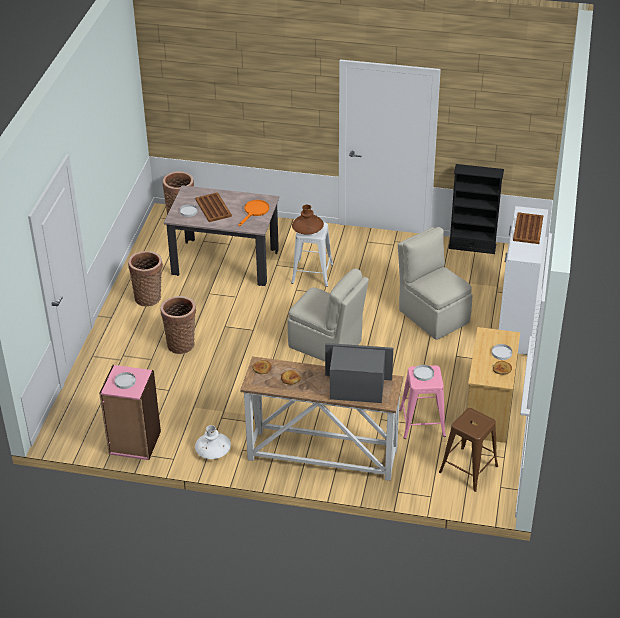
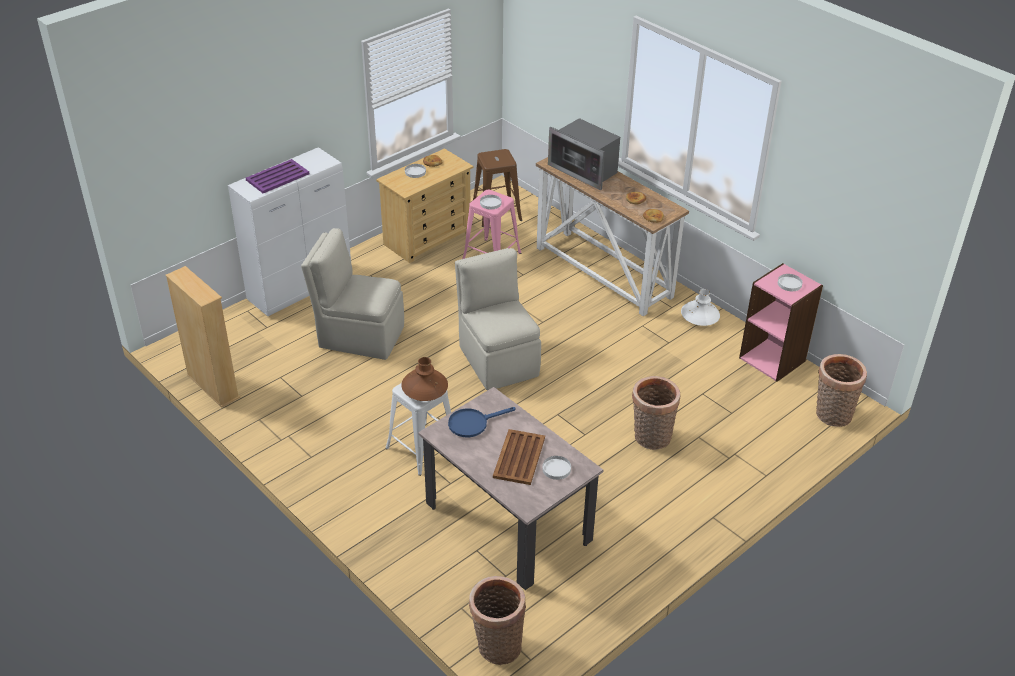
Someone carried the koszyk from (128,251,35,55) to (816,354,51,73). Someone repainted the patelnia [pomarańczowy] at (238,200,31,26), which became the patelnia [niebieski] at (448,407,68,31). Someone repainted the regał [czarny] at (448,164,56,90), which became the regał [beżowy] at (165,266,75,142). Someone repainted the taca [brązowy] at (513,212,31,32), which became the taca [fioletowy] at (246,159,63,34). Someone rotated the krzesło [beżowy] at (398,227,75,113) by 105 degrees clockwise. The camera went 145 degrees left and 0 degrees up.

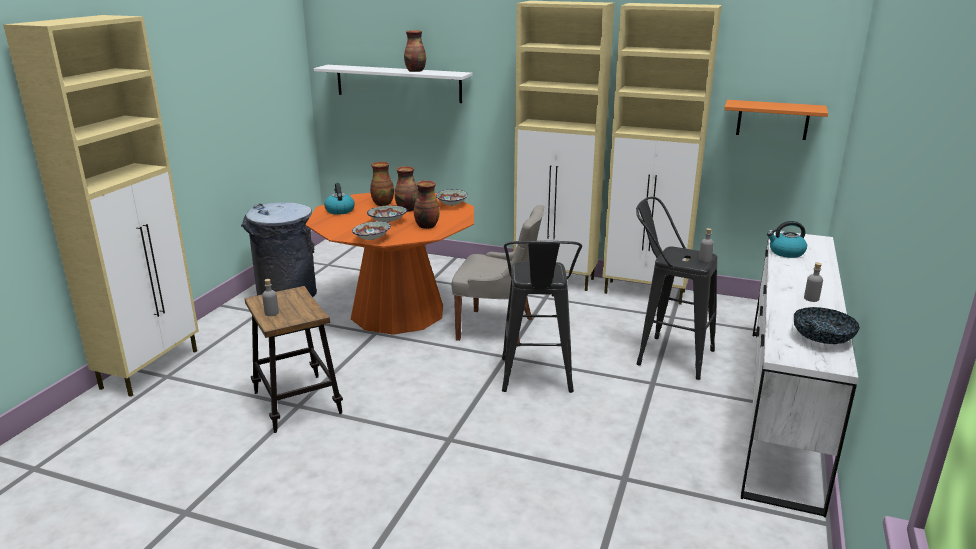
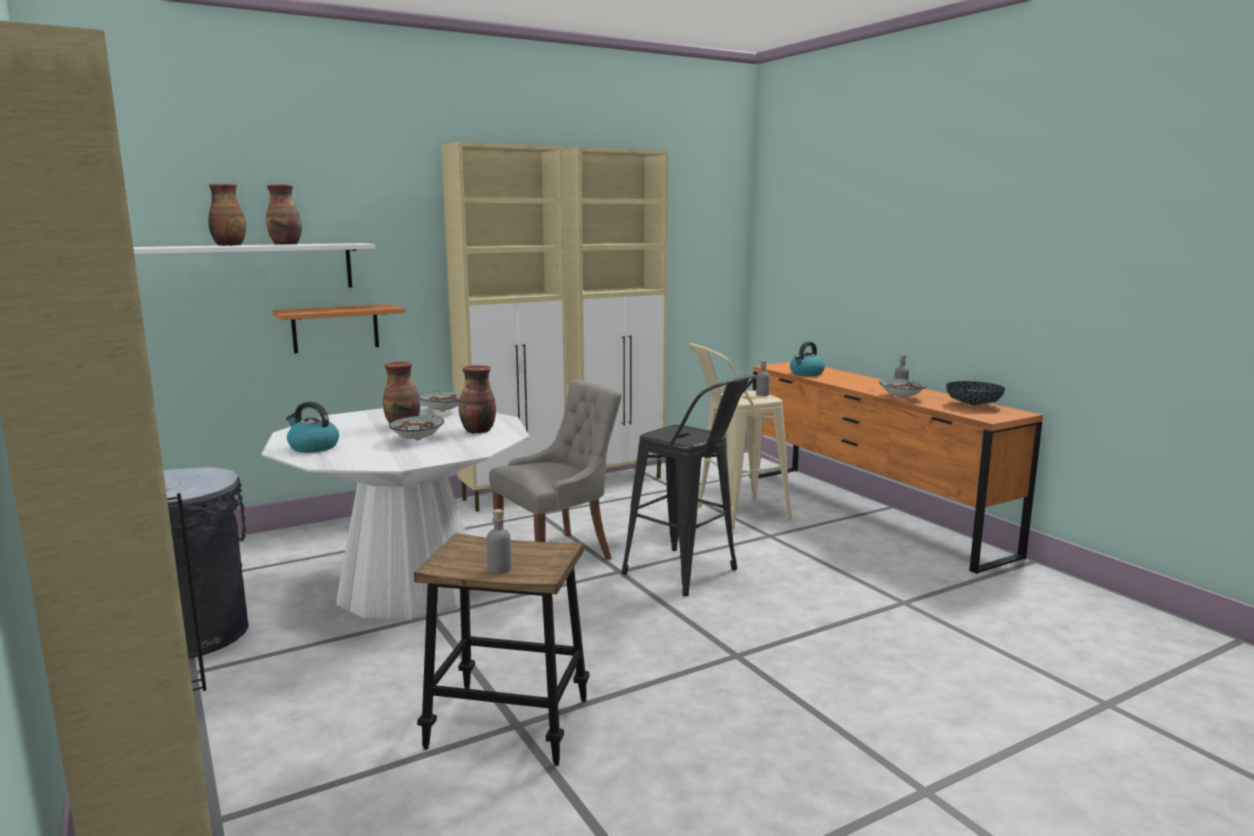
Someone carried the miska from (352,221,39,19) to (879,379,48,19). Someone carried the wazon from (370,162,24,44) to (208,184,38,62). Someone carried the półka [pomarańczowy] from (724,100,104,40) to (272,304,133,50). Someone repainted the stół jadalny [pomarańczowy] at (305,190,169,145), which became the stół jadalny [biały] at (261,406,269,213). Someone repainted the stołek [czarny] at (636,197,82,183), which became the stołek [beżowy] at (689,343,103,186). Someone repainted the komoda [biały] at (741,230,117,287), which became the komoda [pomarańczowy] at (753,362,290,212). The camera went 50 degrees left and 10 degrees down.

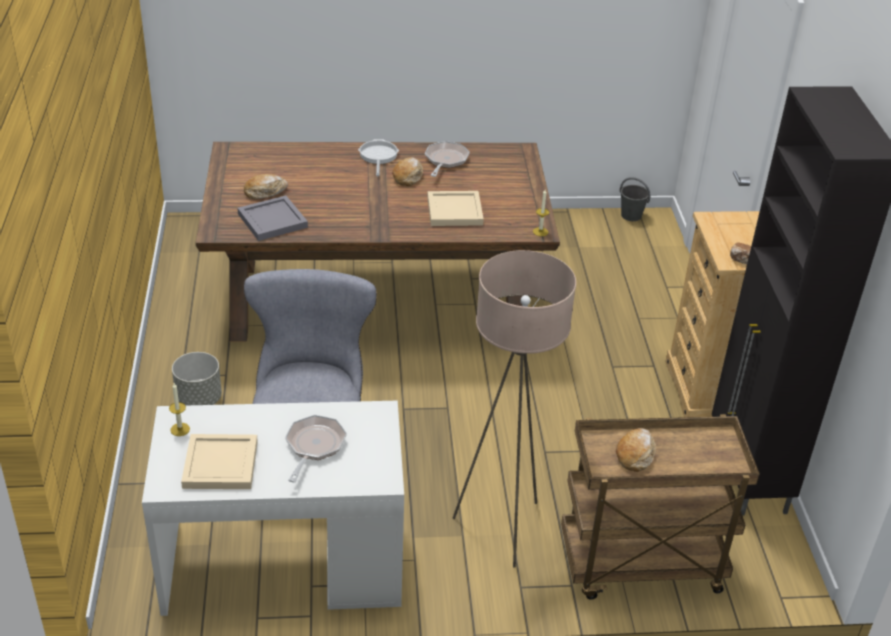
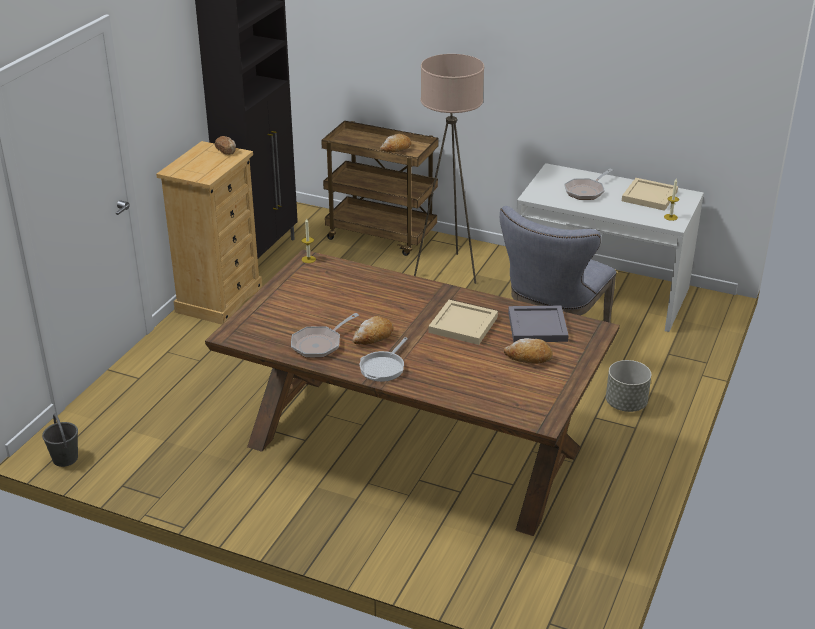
Someone carried the taca [beżowy] from (427,191,57,35) to (428,300,70,45). The camera went 150 degrees left and 5 degrees down.

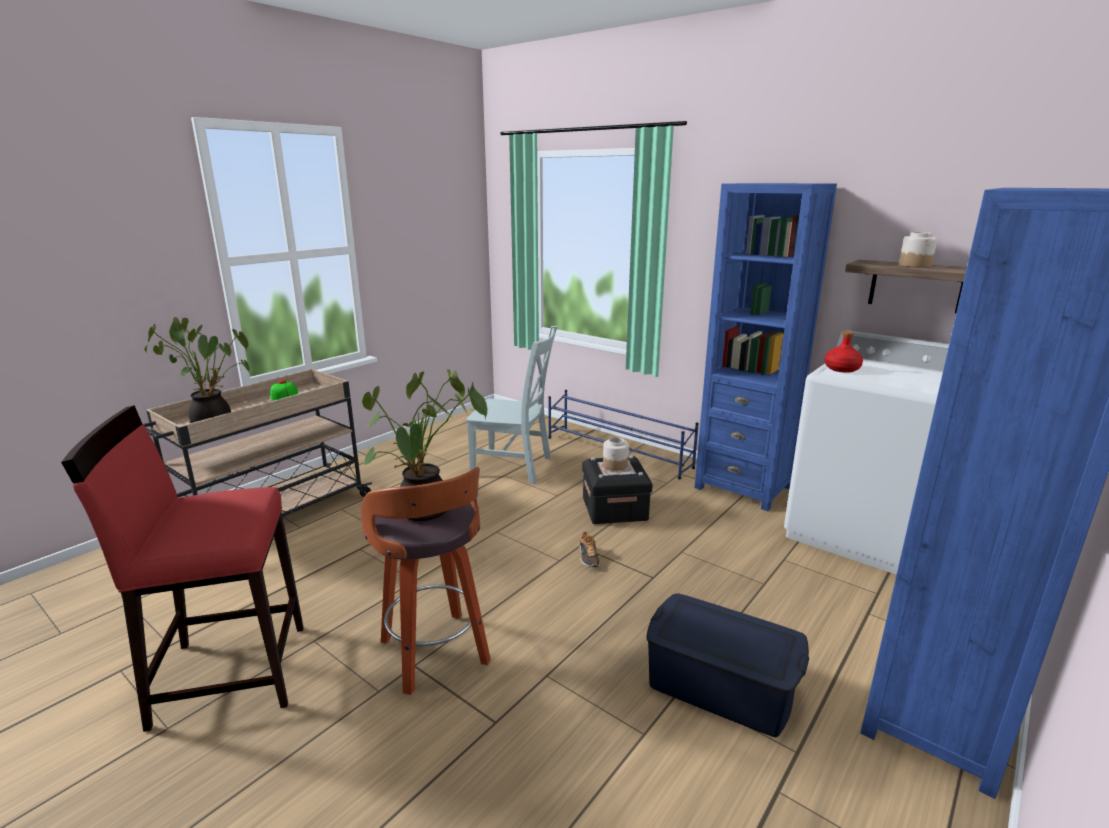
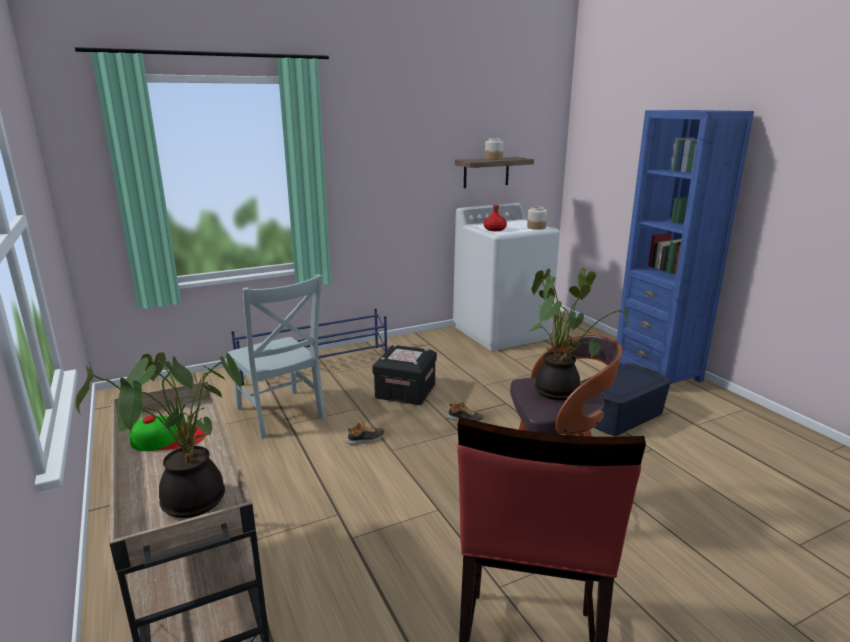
Someone took away the regał [niebieski] at (695,183,142,328). Someone put down the but at (346,422,39,23). Someone carried the słoik from (603,437,26,34) to (527,206,20,24). Someone rotated the krzesło [szary] at (466,326,91,158) by 105 degrees clockwise. The camera went 65 degrees left and 0 degrees up.

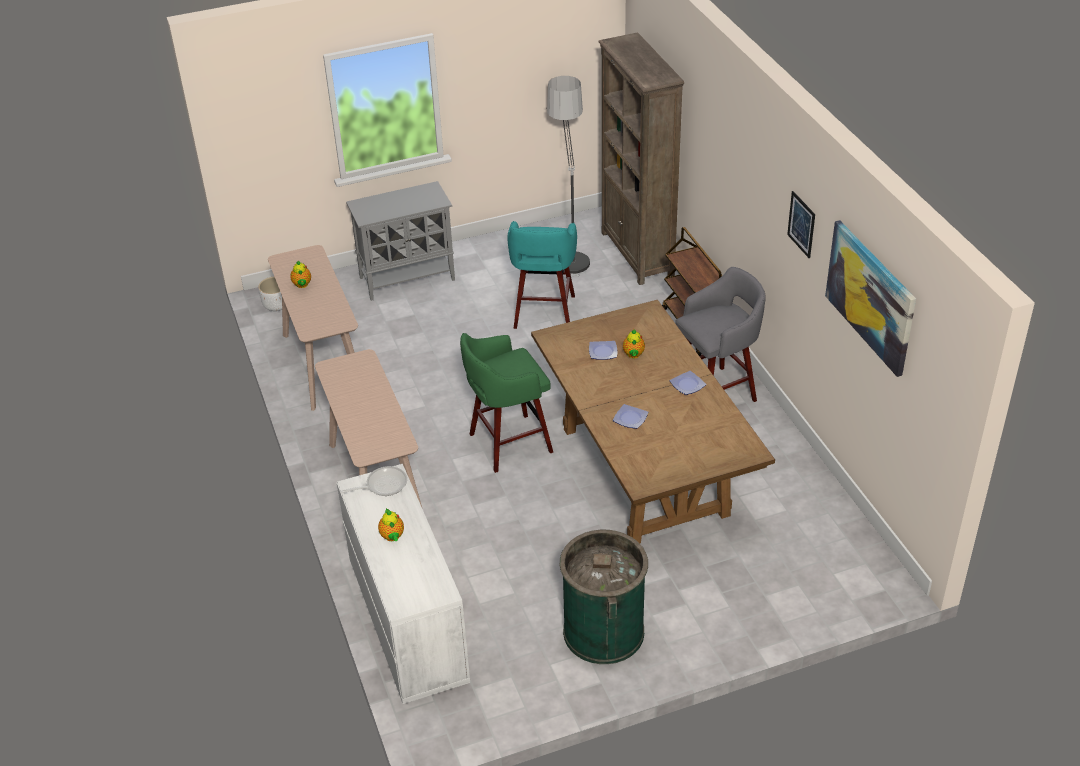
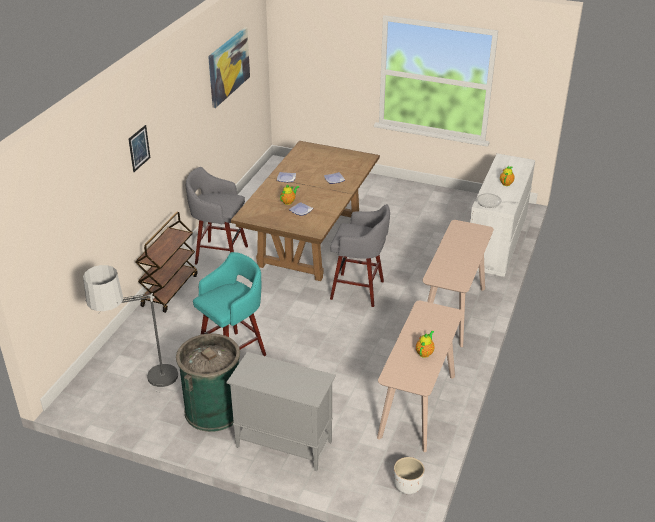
Someone took away the regał [brązowy] at (598,32,86,253). Someone carried the kosz na śmieci [zielony] from (560,530,88,134) to (176,333,64,99). Someone carried the obraz from (787,191,28,67) to (128,125,22,47). Someone repainted the stołek [zielony] at (460,333,93,140), which became the stołek [szary] at (330,204,60,103). The camera went 140 degrees left and 5 degrees down.

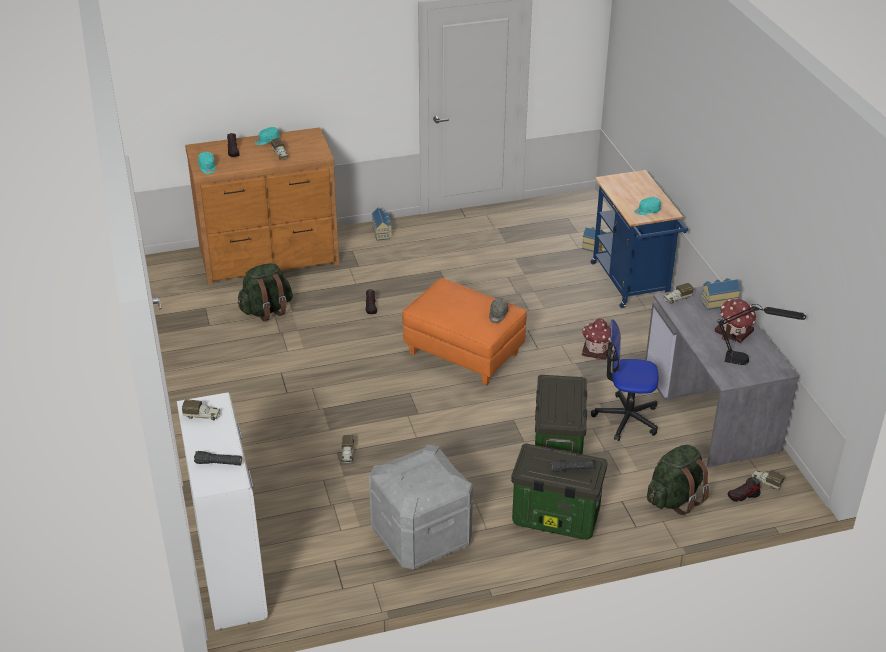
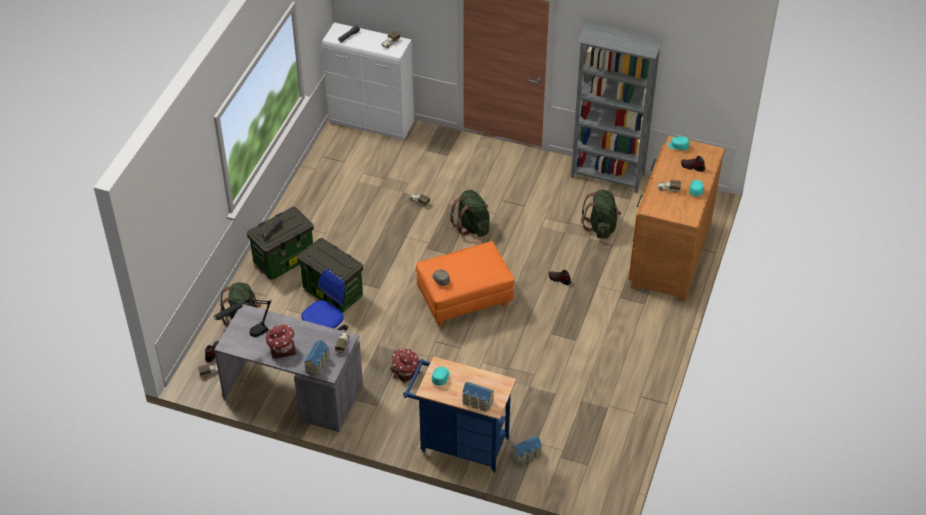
Someone took away the pojemnik do przechowywania [szary] at (369,445,104,125). Someone put down the plecak [zielony] at (450,190,39,47). Someone put down the regał [szary] at (571,22,93,171). Someone carried the domek from (372,208,20,33) to (462,382,32,30). The camera went 125 degrees right and 10 degrees up.

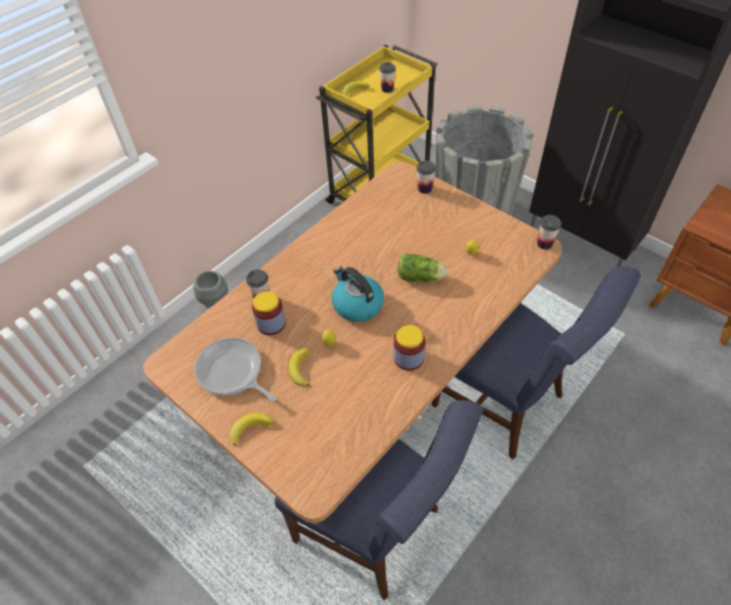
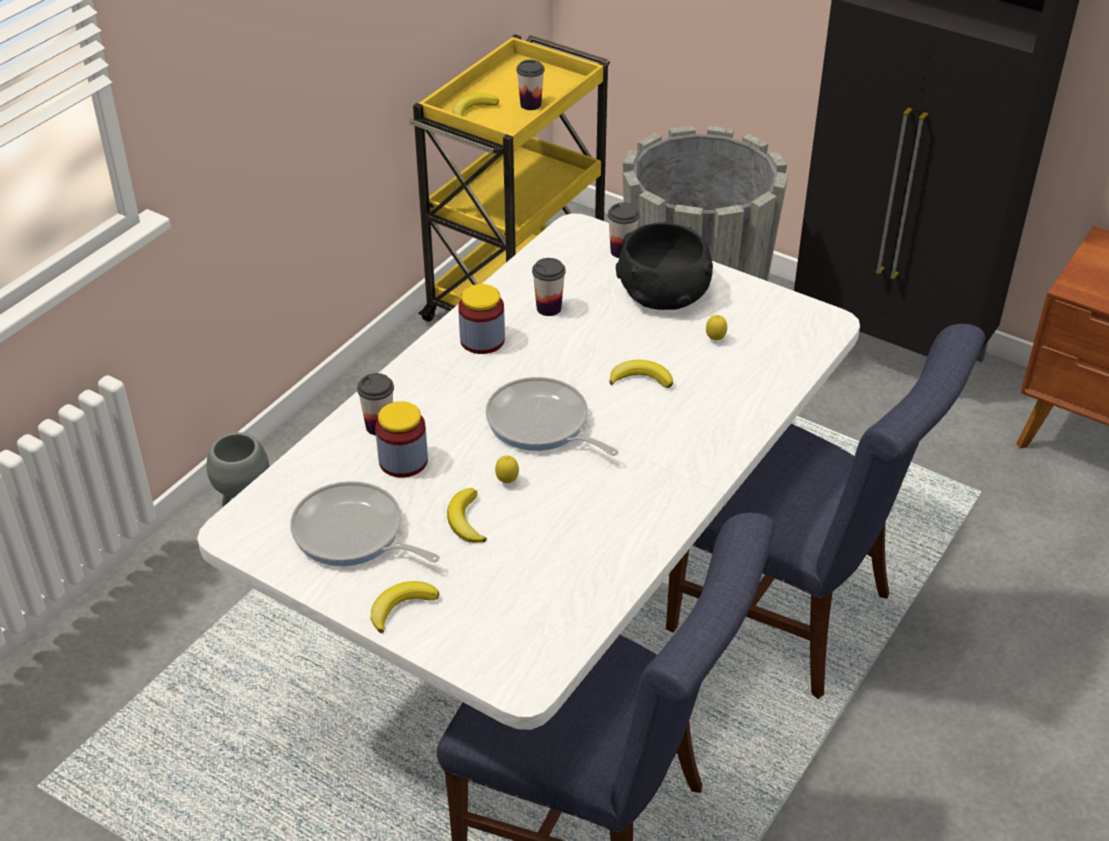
Someone put down the miska [czarny] at (616,222,97,88). Someone carried the słoik from (394,325,32,46) to (458,284,47,70). Someone carried the filiżanka from (537,215,24,34) to (532,258,34,58). Someone swapped the czajnik at (332,266,52,56) for the patelnia at (486,377,133,79). Someone swapped the sałata at (398,253,49,29) for the banan at (609,360,64,28). Someone repainted the stół jadalny [brązowy] at (143,161,419,362), which became the stół jadalny [biały] at (197,214,663,516). The camera went 10 degrees left and 10 degrees down.

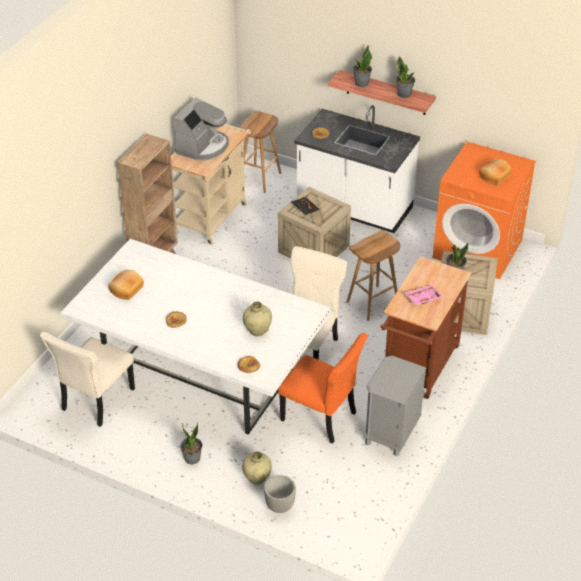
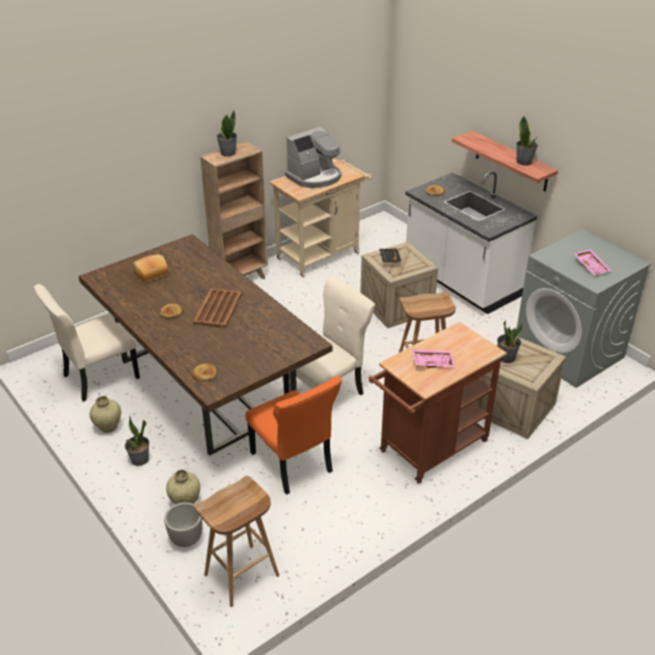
Someone took away the szafka nocna [szary] at (364,355,62,101). Someone put down the taca [brązowy] at (193,288,49,40). Someone carried the stołek [brązowy] from (239,111,42,82) to (194,476,85,131). Someone carried the wazon [beżowy] from (243,301,29,35) to (90,396,31,37). Someone carried the roślina doniczkowa from (353,45,19,42) to (216,110,21,47). Someone swapped the chleb at (479,159,33,26) for the taca [różowy] at (574,249,38,26). Someone repainted the stół jadalny [biały] at (60,239,272,195), which became the stół jadalny [brązowy] at (79,234,254,221). Someone repainted the pralka [pomarańczowy] at (433,142,103,137), which became the pralka [szary] at (517,229,134,159). The camera went 25 degrees right and 5 degrees down.

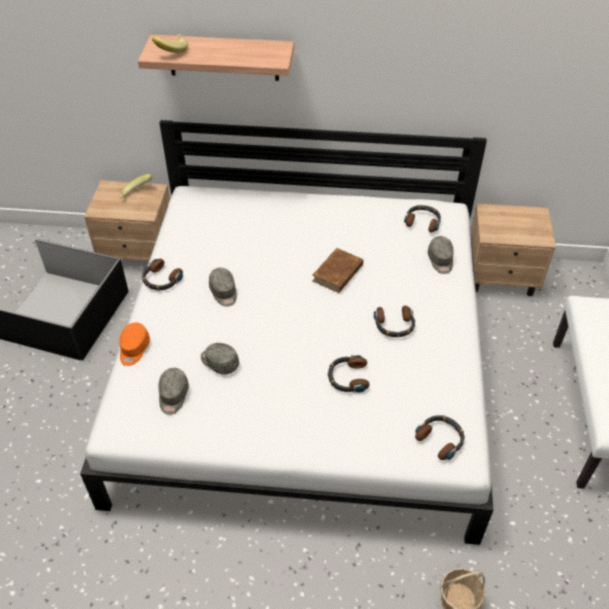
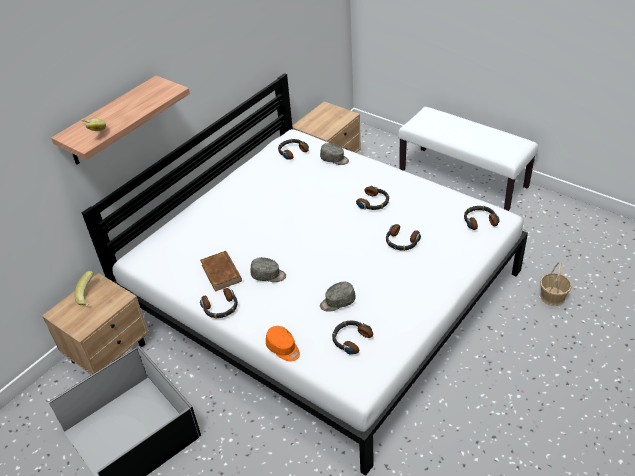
Someone carried the książka [brązowy] from (313,248,50,45) to (200,251,42,41). Someone swapped the czapka z daszkiem [szary] at (158,368,31,47) for the słuchawki at (332,321,41,33). The camera went 55 degrees left and 5 degrees down.

